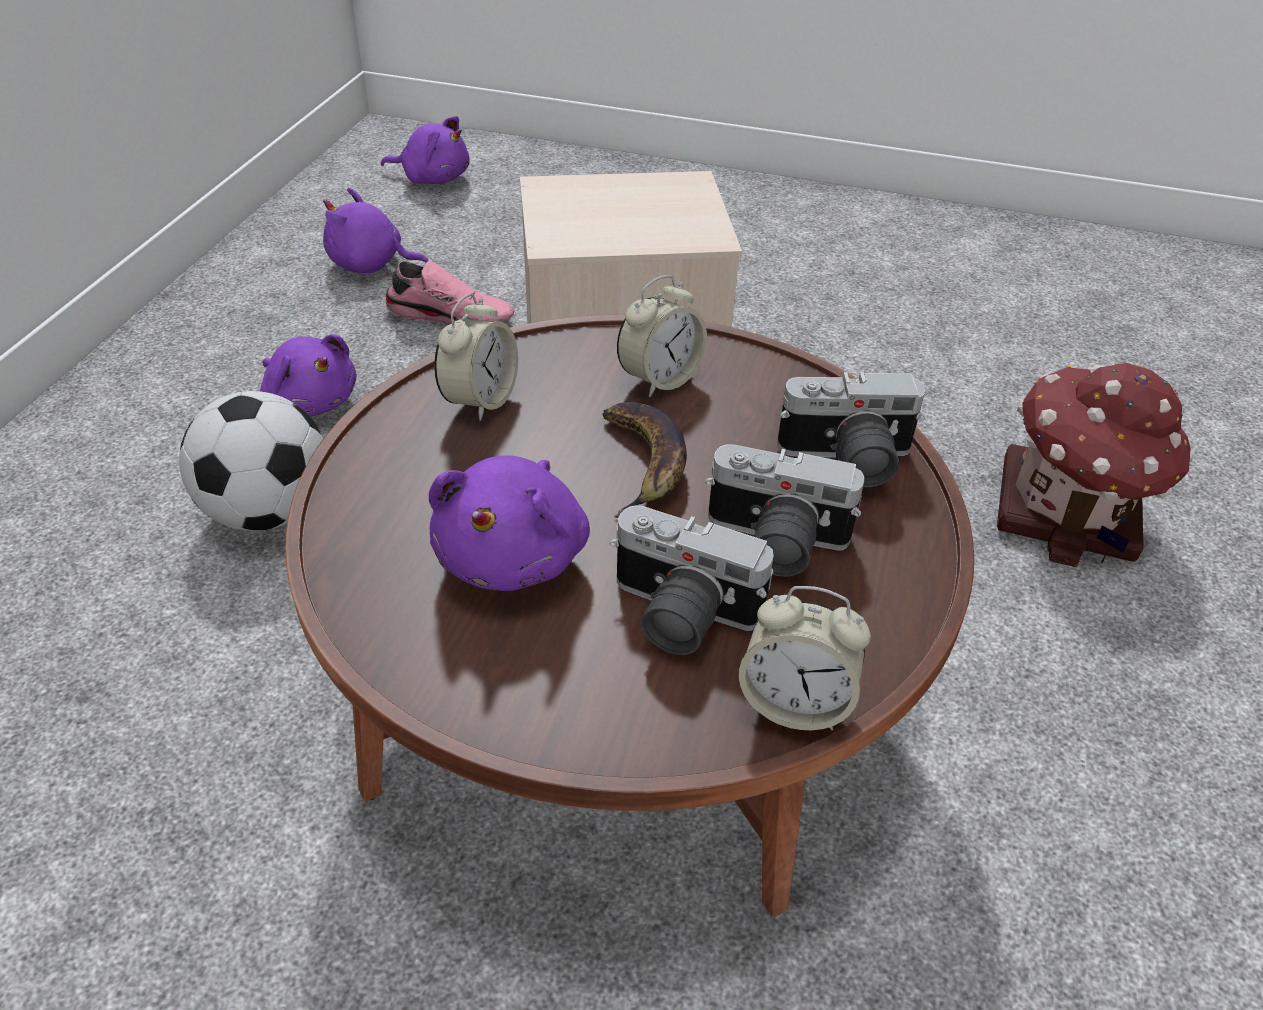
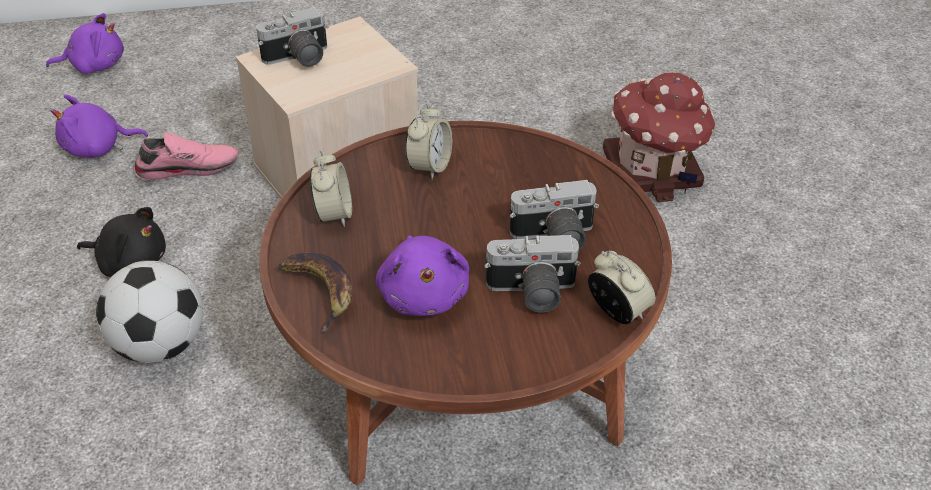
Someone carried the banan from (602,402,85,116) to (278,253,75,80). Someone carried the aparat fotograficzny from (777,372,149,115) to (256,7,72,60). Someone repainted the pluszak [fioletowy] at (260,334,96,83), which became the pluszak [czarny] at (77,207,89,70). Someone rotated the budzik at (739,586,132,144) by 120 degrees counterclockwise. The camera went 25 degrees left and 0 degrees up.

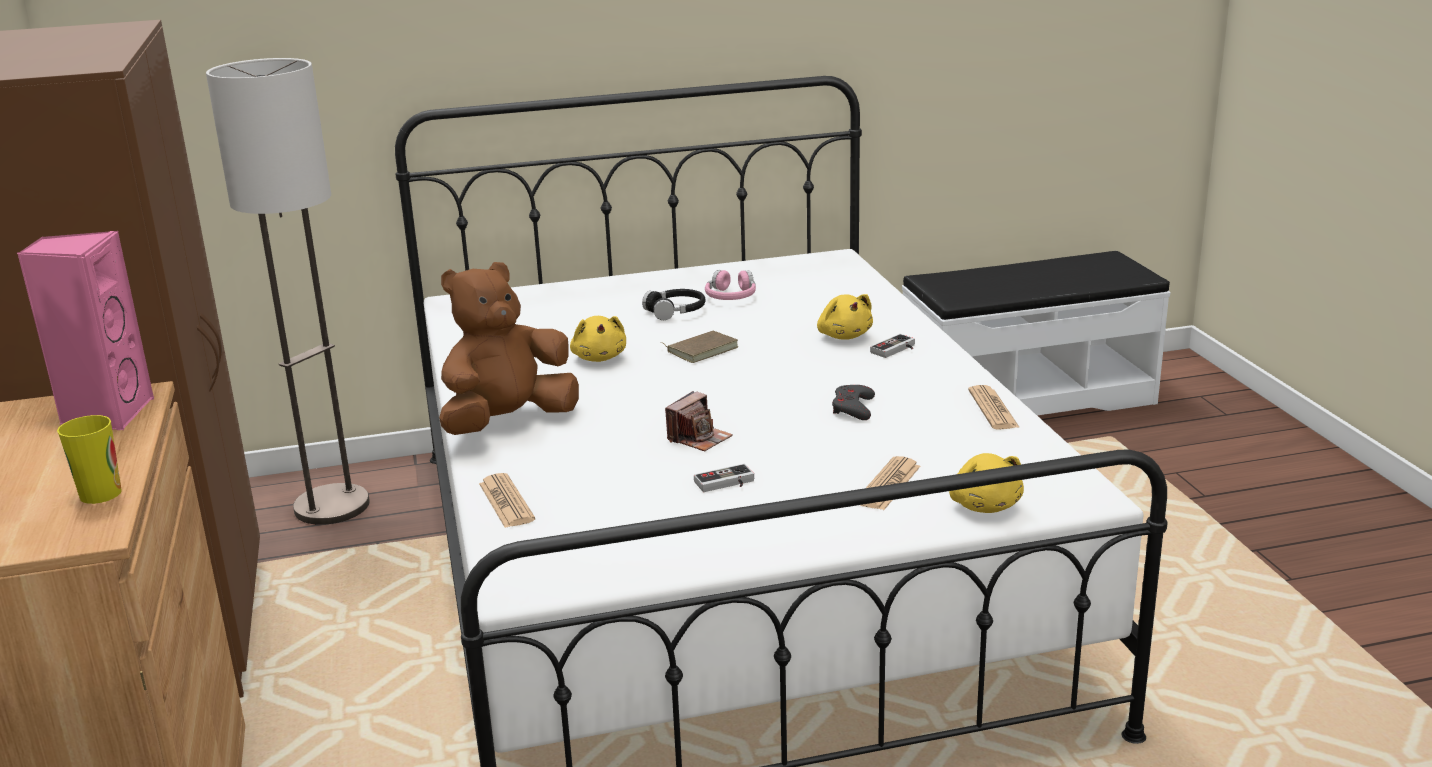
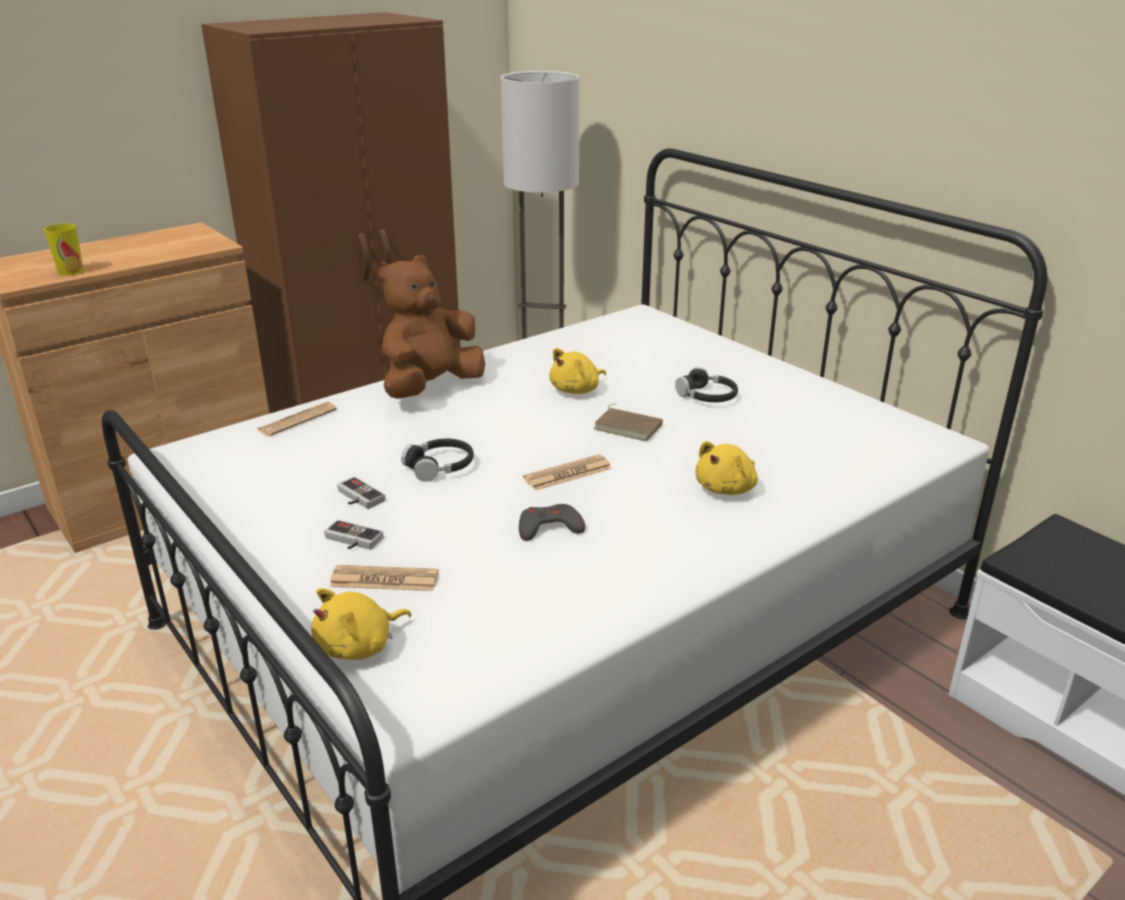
Someone took away the głośnik [różowy] at (17,231,137,199). Someone took away the słuchawki [różowy] at (705,270,51,30). Someone carried the pad do gier from (870,334,45,24) to (324,520,59,30). Someone carried the gazeta from (968,385,52,45) to (523,454,89,37). Someone swapped the aparat fotograficzny at (665,391,68,60) for the słuchawki [czarny] at (401,439,73,43). Someone rotated the pluszak [brązowy] at (439,262,140,173) by 75 degrees counterclockwise. The camera went 65 degrees right and 5 degrees up.

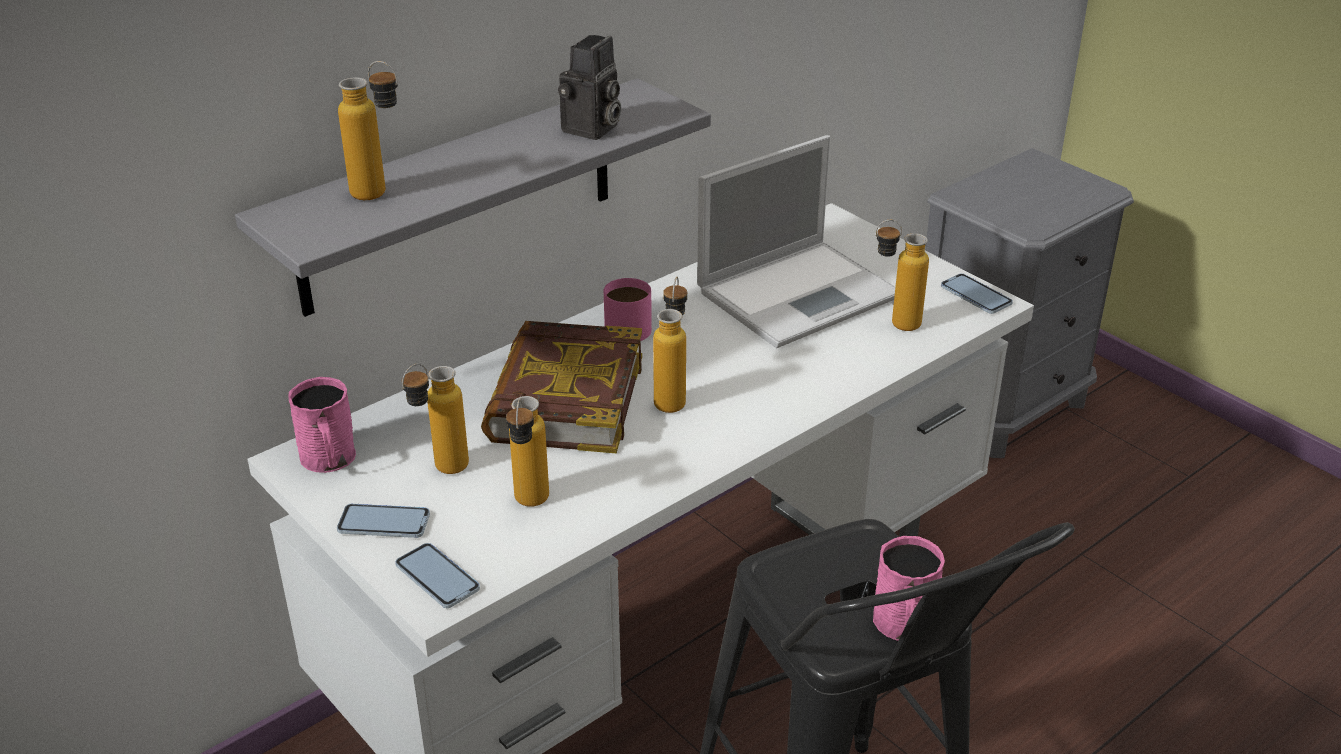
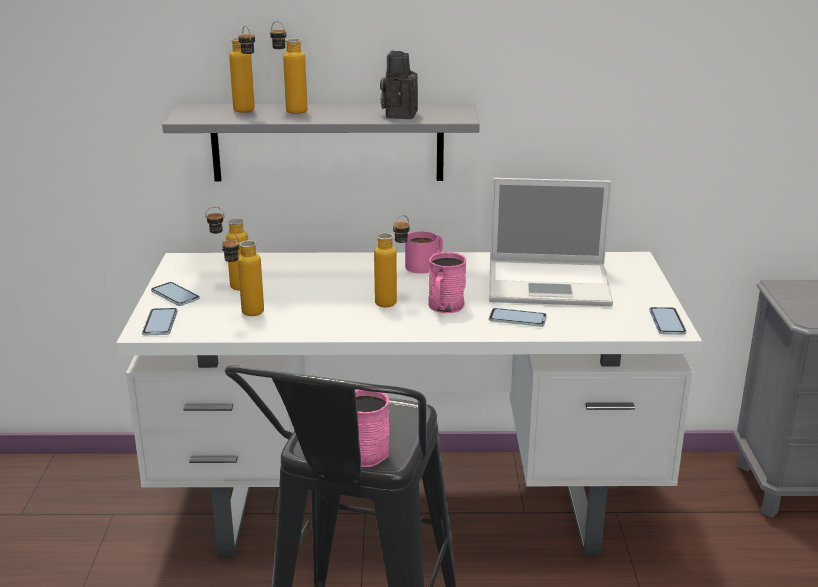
Someone took away the książka at (481,321,161,132). Someone put down the telefon at (489,308,58,19). Someone carried the kubek [różowy] from (289,377,67,96) to (428,252,38,61). Someone carried the butelka from (876,220,53,111) to (270,21,37,93). Someone rotated the aparat fotograficzny at (558,35,63,105) by 120 degrees clockwise. The camera went 40 degrees right and 10 degrees down.

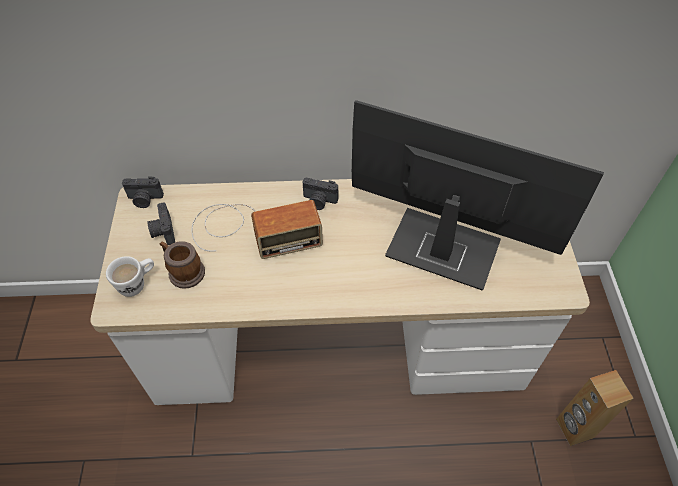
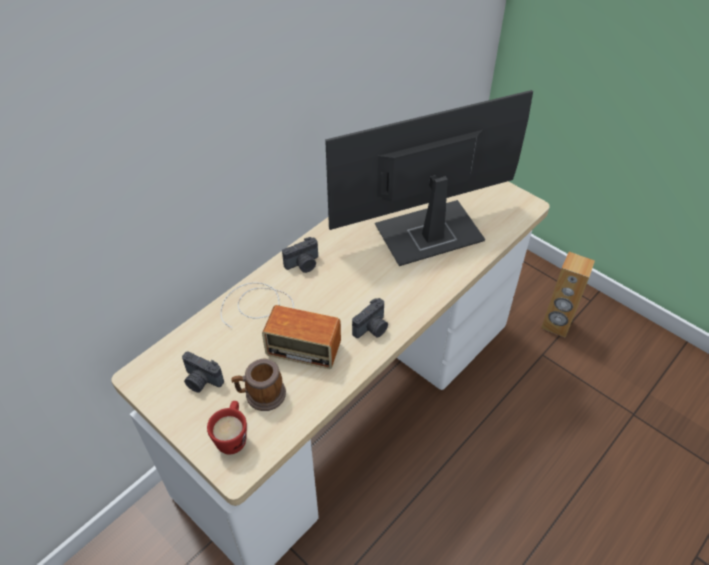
Someone carried the aparat fotograficzny from (122,176,42,32) to (352,298,36,40). Someone repainted the kubek [biały] at (106,256,48,41), which became the kubek [czerwony] at (207,401,40,53). Someone rotated the radio at (191,200,132,59) by 75 degrees clockwise. The camera went 45 degrees left and 5 degrees down.

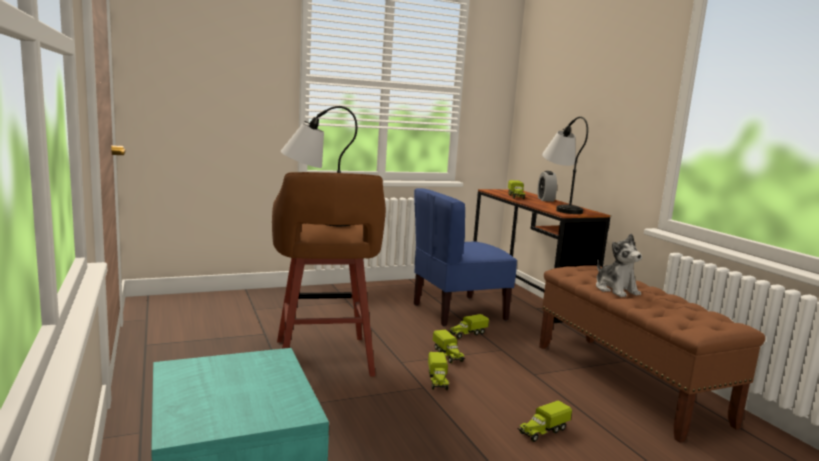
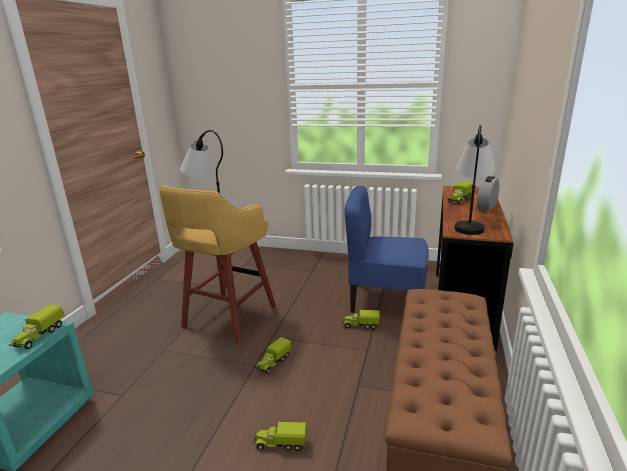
Someone took away the pluszak at (596,233,46,64). Someone carried the ciężarówka zabawkowa from (433,330,32,33) to (9,304,55,45). Someone repainted the stołek [brązowy] at (272,172,114,205), which became the stołek [żółty] at (159,186,117,157). The camera went 40 degrees right and 10 degrees up.

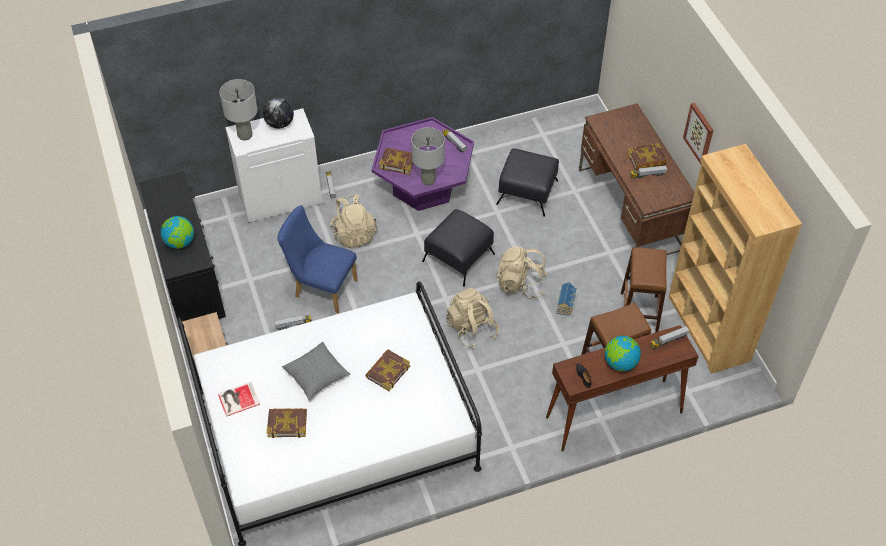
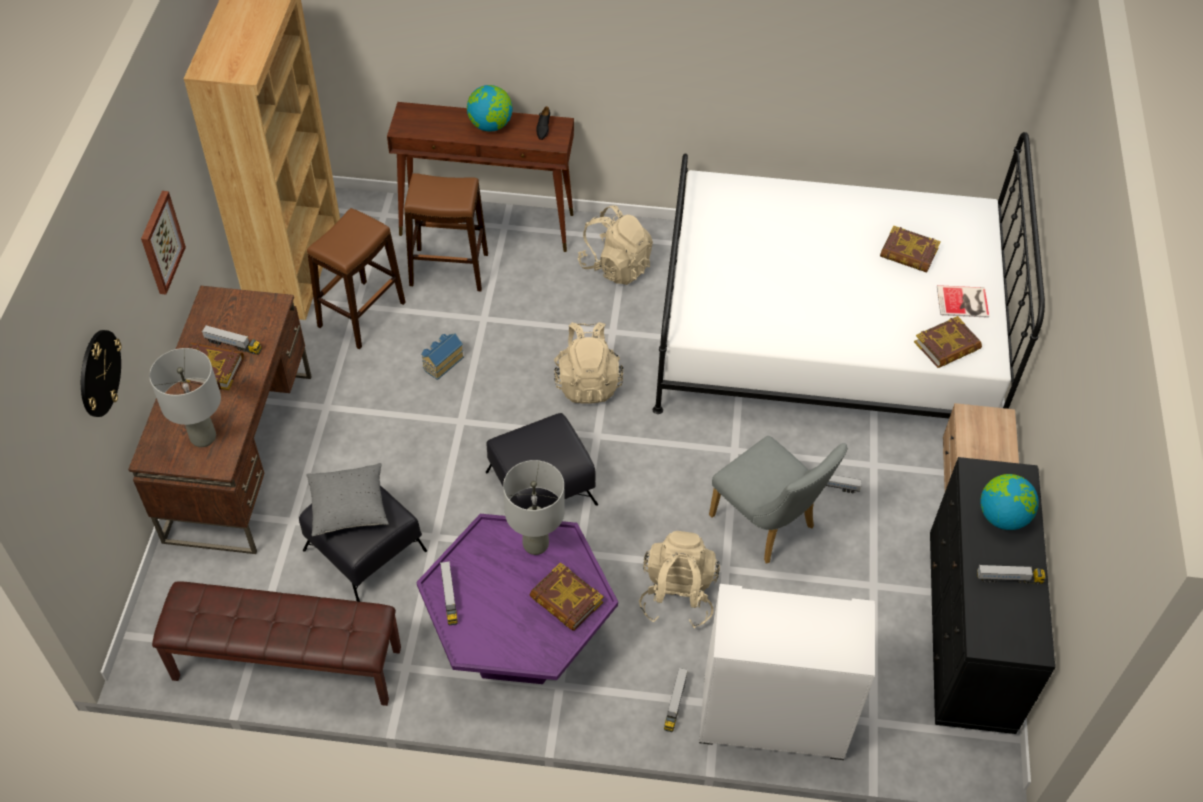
Someone took away the globus at (263,98,31,31). Someone put up the zegar ścienny at (81,330,40,87). Someone put down the ławka [brązowy] at (152,581,249,125). Someone carried the lampa stołowa [szary] from (220,79,38,61) to (149,348,72,99). Someone carried the poduszka [szary] from (282,342,68,58) to (306,463,83,73). Someone carried the książka from (365,349,45,42) to (914,316,68,52). Someone carried the plecak [beżowy] from (496,246,52,53) to (578,205,75,80). Someone carried the ciężarówka zabawkowa from (650,326,40,23) to (977,565,69,19). Someone repainted the krzesło [niebieski] at (277,205,81,108), which became the krzesło [szary] at (709,436,139,128). The camera went 155 degrees left and 0 degrees up.

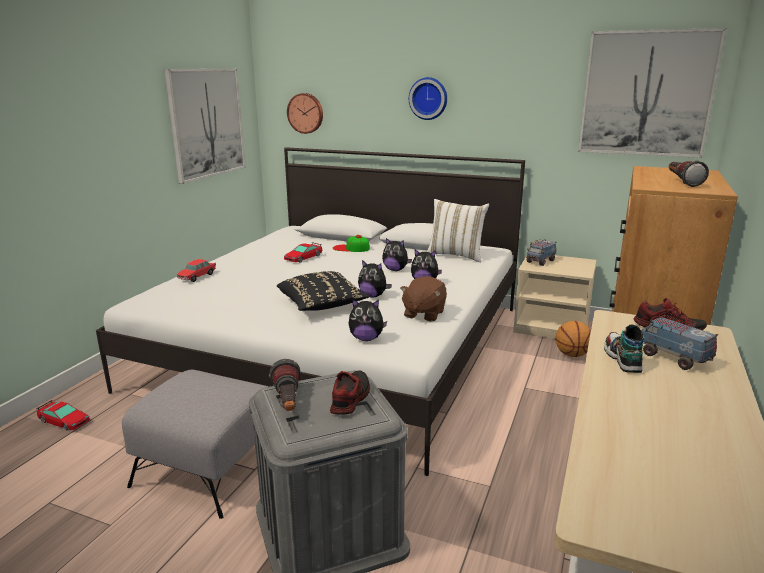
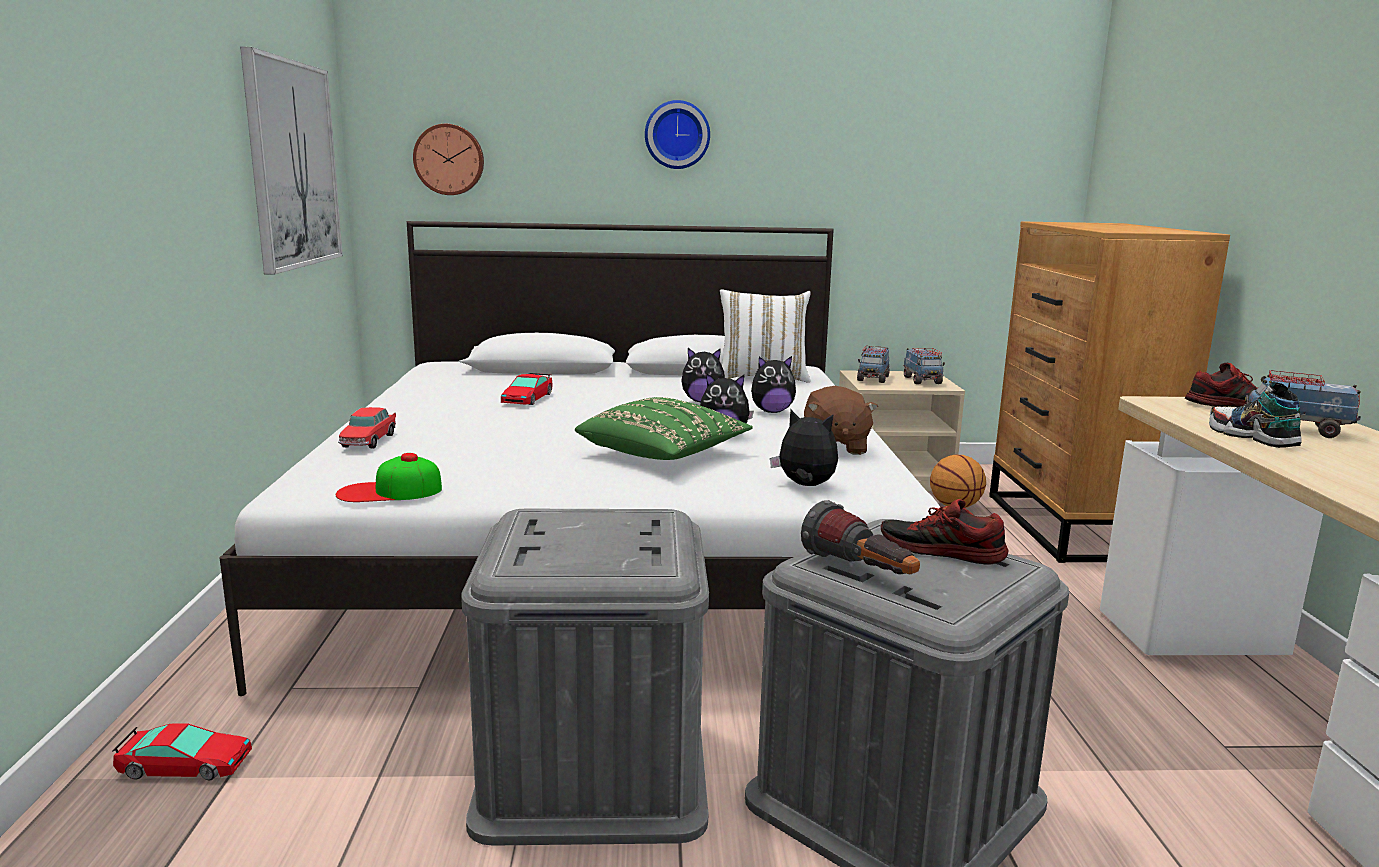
Someone took away the obraz at (578,28,148,130). Someone took away the latarka at (669,160,40,27). Someone put down the ciężarówka zabawkowa at (904,348,41,36). Someone carried the czapka z daszkiem from (333,235,37,17) to (336,453,106,49). Someone swapped the pufa [szary] at (122,370,147,149) for the pojemnik do przechowywania [szary] at (461,509,248,337). Someone repainted the poduszka [czarny] at (277,271,93,40), which became the poduszka [zielony] at (575,397,178,63). Someone rotated the but at (330,370,40,45) by 60 degrees counterclockwise. Someone rotated the pluszak at (348,299,39,42) by 135 degrees counterclockwise. The camera went 25 degrees left and 5 degrees down.

